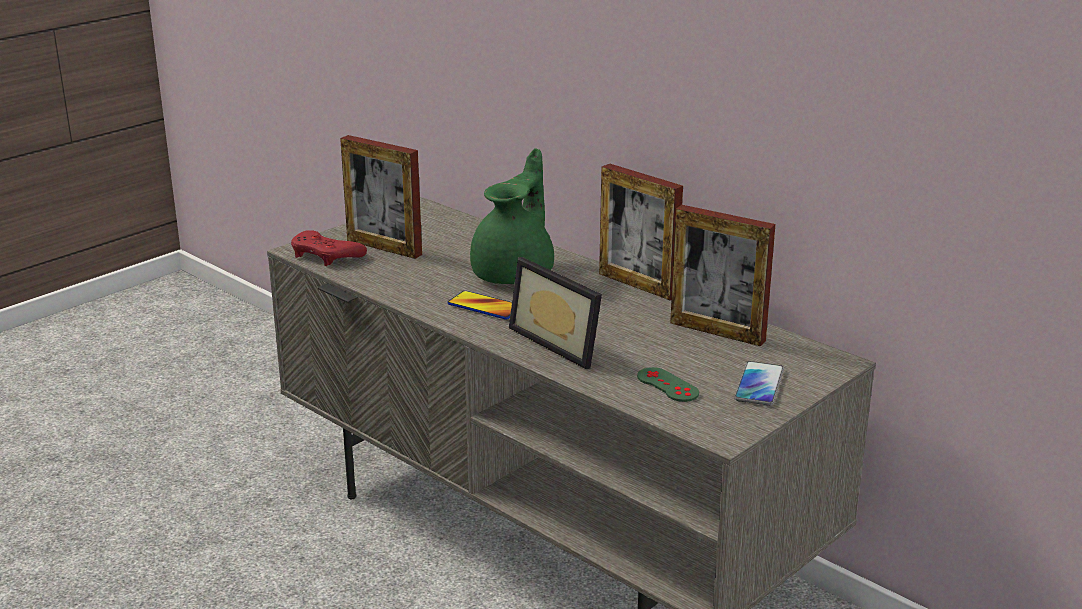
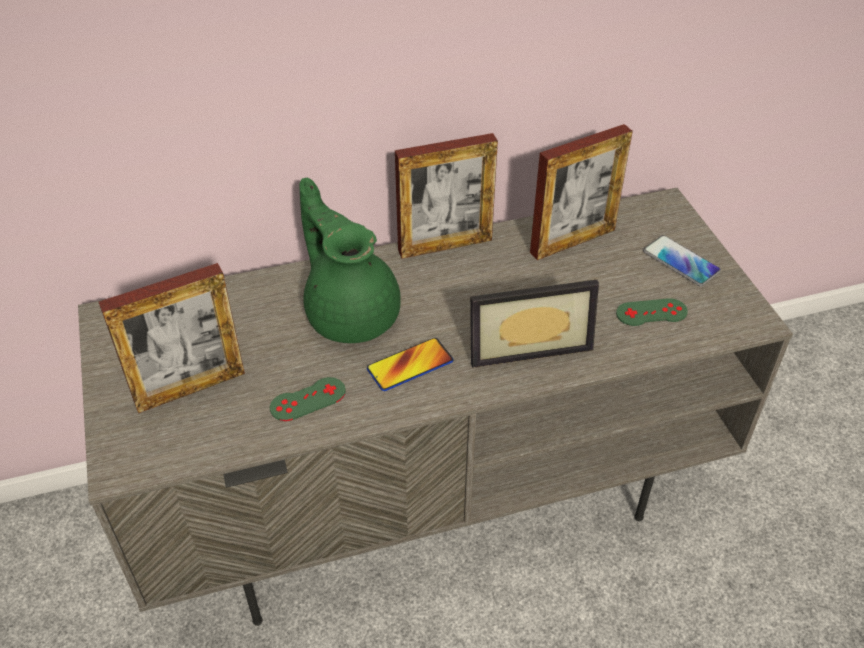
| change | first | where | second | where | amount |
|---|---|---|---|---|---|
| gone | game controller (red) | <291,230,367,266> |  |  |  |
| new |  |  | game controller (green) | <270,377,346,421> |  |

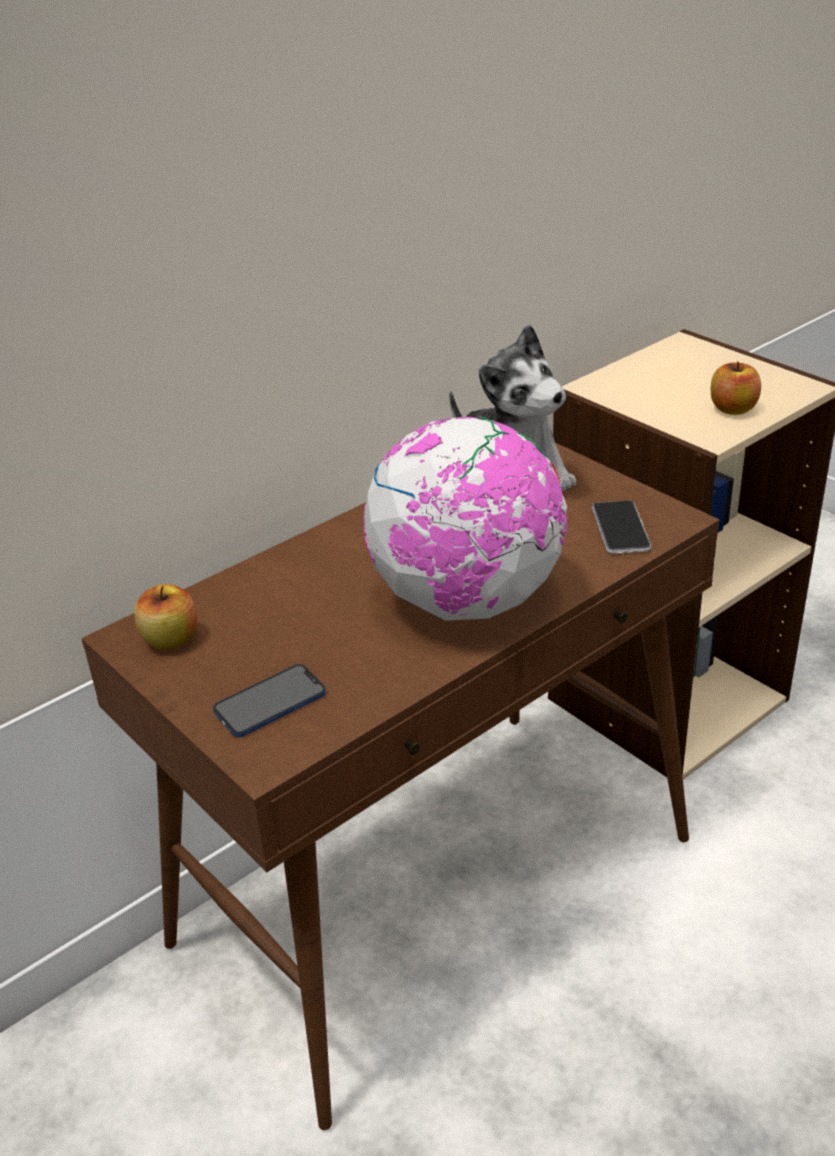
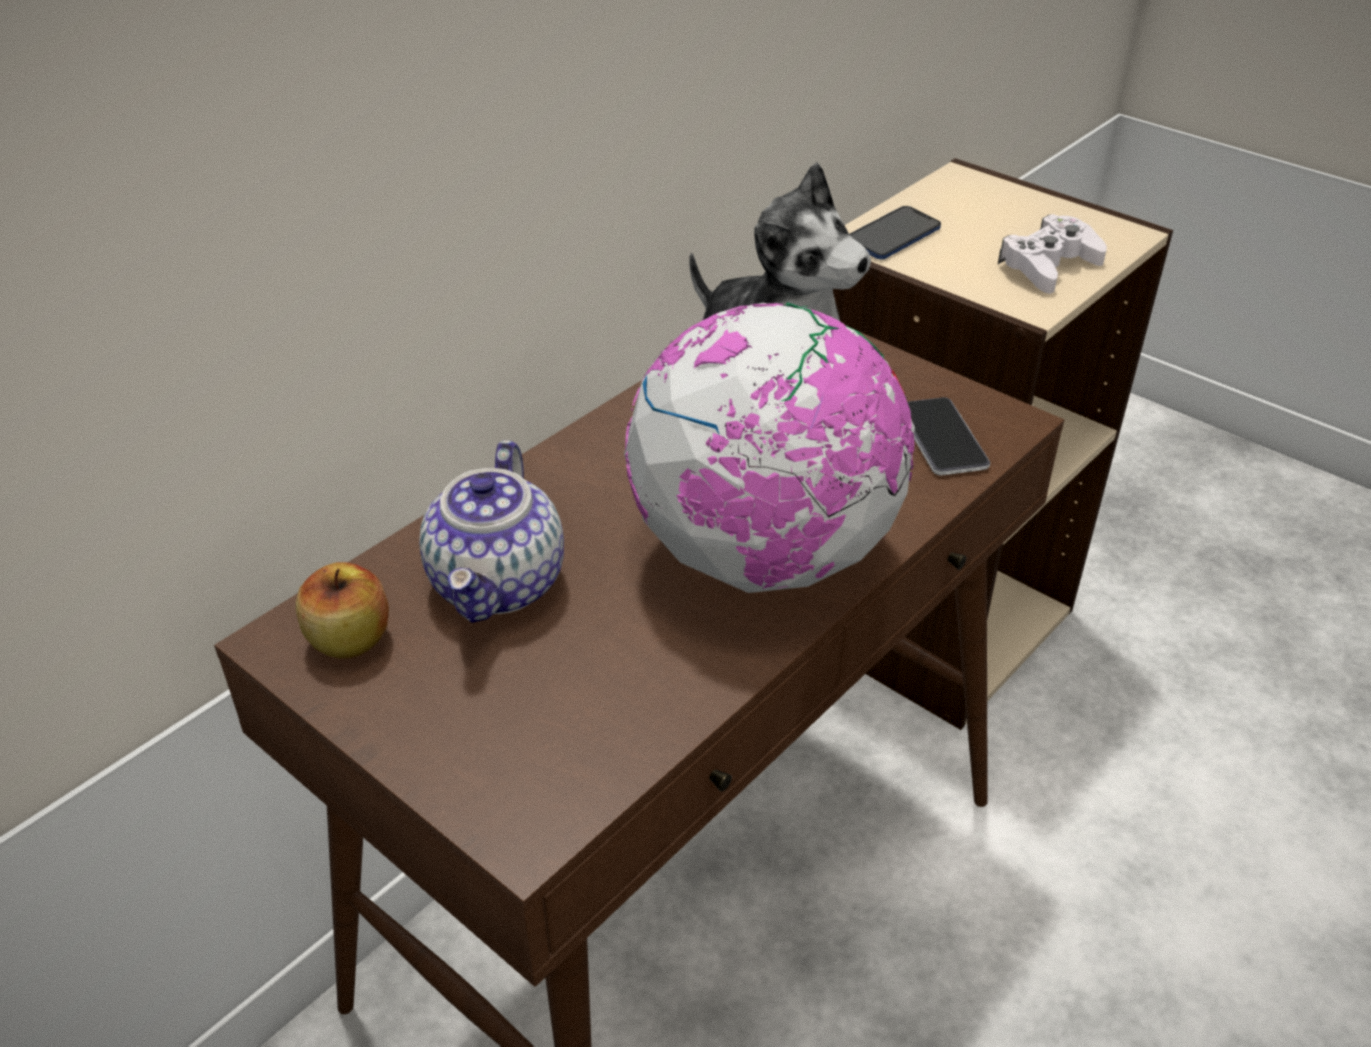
| change | first | where | second | where | amount |
|---|---|---|---|---|---|
| new |  |  | teapot | <419,440,564,623> |  |
| shifted | phone | <213,664,326,737> |  | <849,206,941,259> |  |
| swapped | apple | <711,361,761,415> | game controller (white) | <998,214,1107,294> |  |

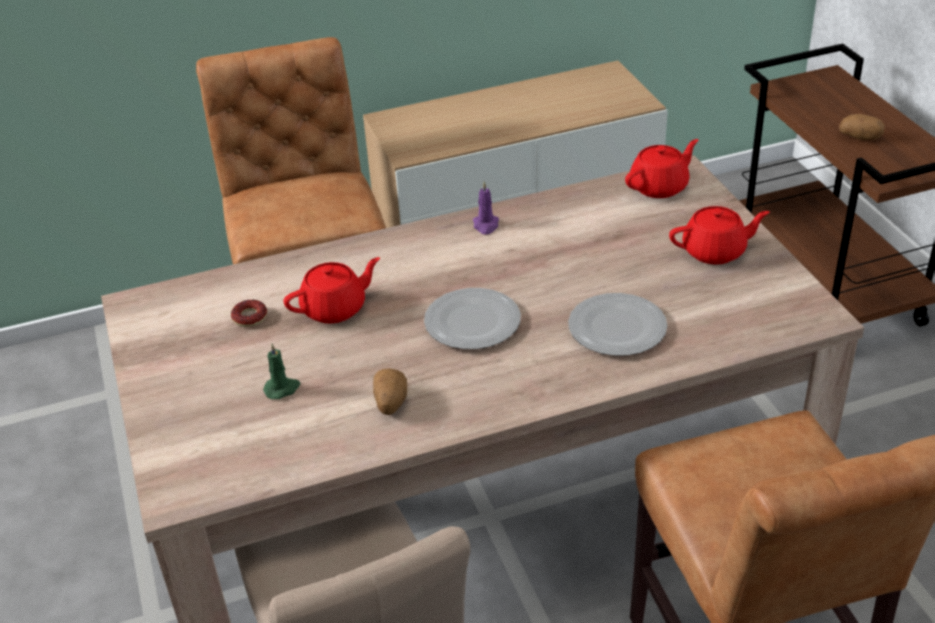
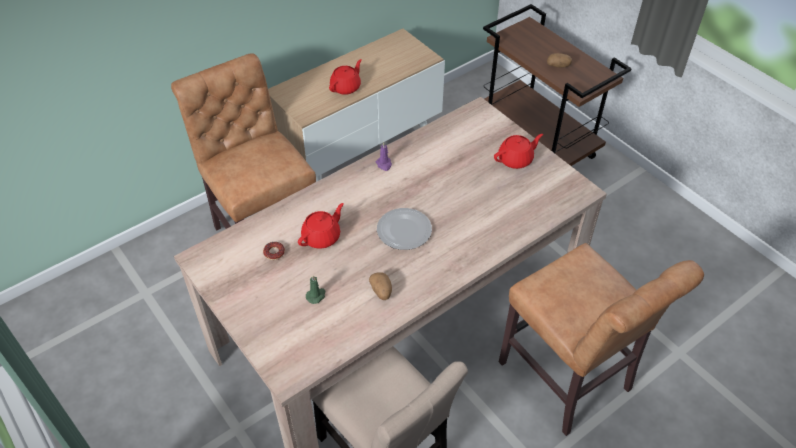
| change | first | where | second | where | amount |
|---|---|---|---|---|---|
| gone | plate | <568,293,667,356> |  |  |  |
| shifted | teapot (red) | <625,139,698,198> |  | <329,59,362,95> |  |

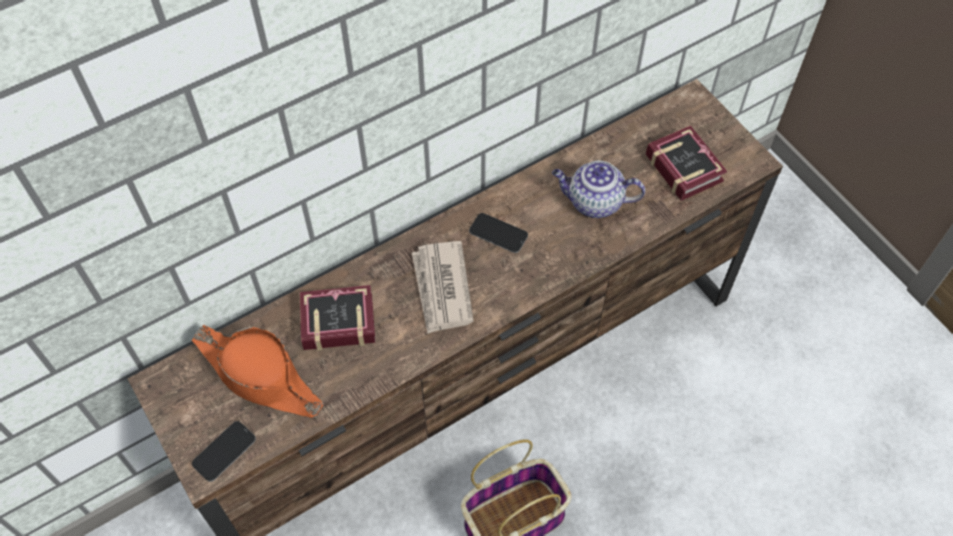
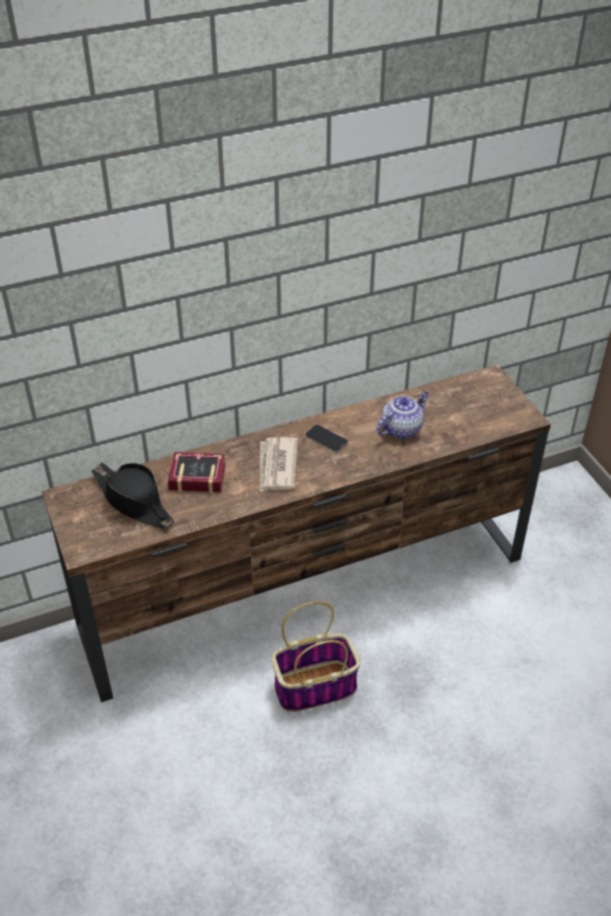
| change | first | where | second | where | amount |
|---|---|---|---|---|---|
| gone | phone | <192,421,256,482> |  |  |  |
| gone | book | <646,125,727,201> |  |  |  |
| repainted | hat (orange) | <192,325,324,418> | hat (black) | <92,463,174,529> |  |
| rotated | teapot | <552,161,645,218> |  | <376,392,429,439> | 120 degrees clockwise |

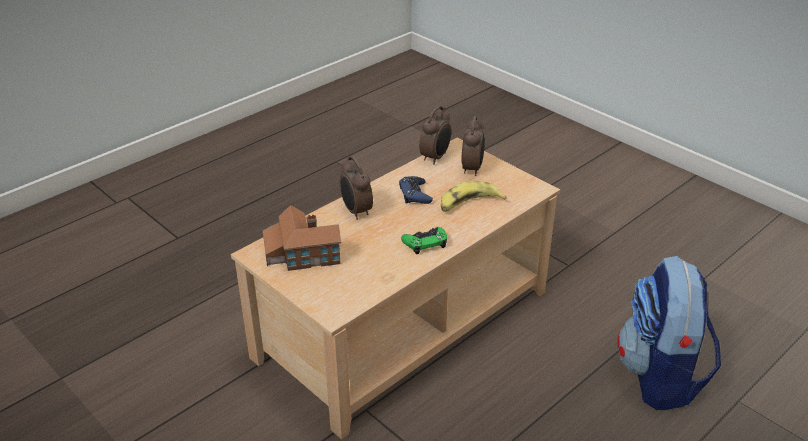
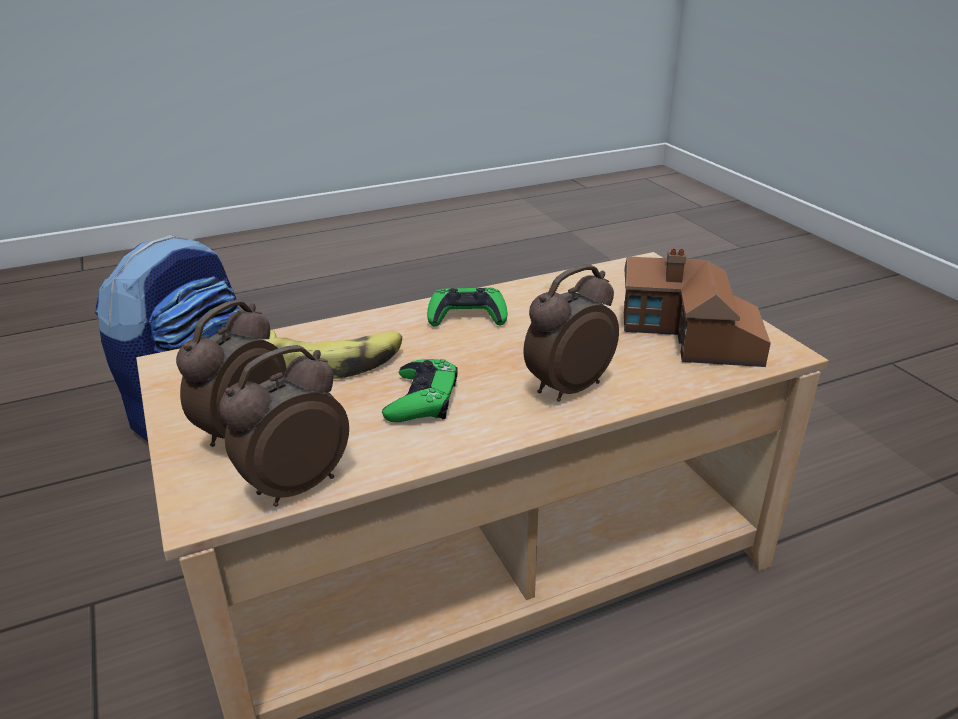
| change | first | where | second | where | amount |
|---|---|---|---|---|---|
| repainted | game controller (blue) | <399,176,433,204> | game controller (green) | <382,359,458,422> |  |
| rotated | alarm clock | <340,156,373,220> |  | <524,265,619,402> | 120 degrees counterclockwise |

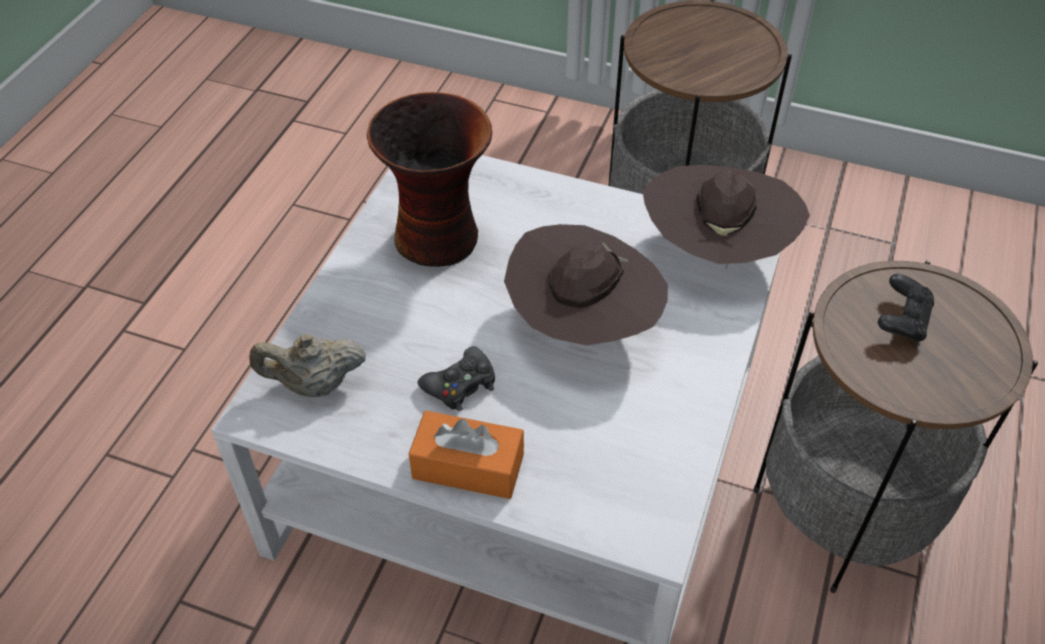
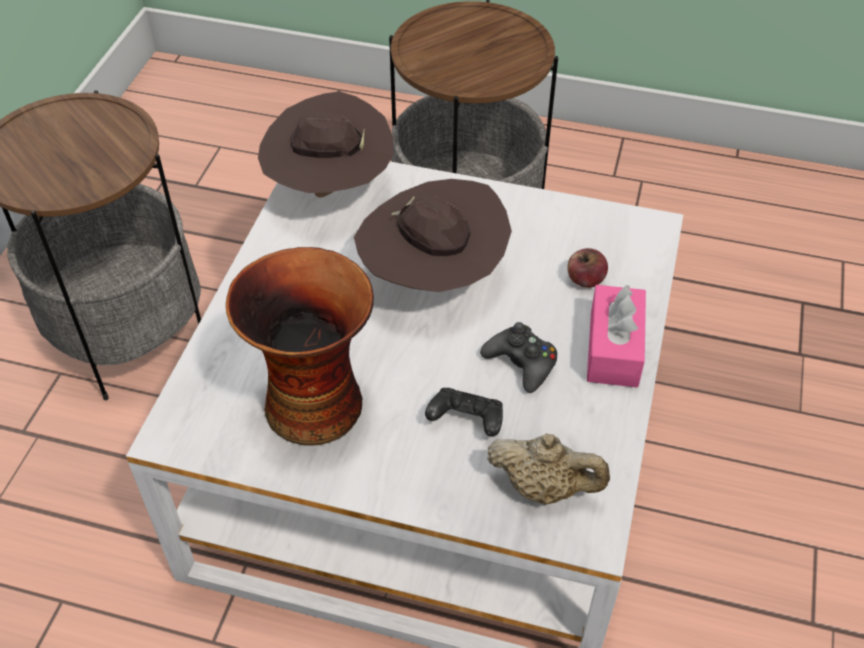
| change | first | where | second | where | amount |
|---|---|---|---|---|---|
| new |  |  | apple | <567,248,608,288> |  |
| shifted | game controller (black) | <878,274,934,343> |  | <425,388,503,437> |  |
| repainted | tissue box (orange) | <409,411,524,499> | tissue box (pink) | <587,285,646,387> |  |
| rotated | teapot (beige) | <249,334,366,397> |  | <487,434,610,505> | 60 degrees counterclockwise |

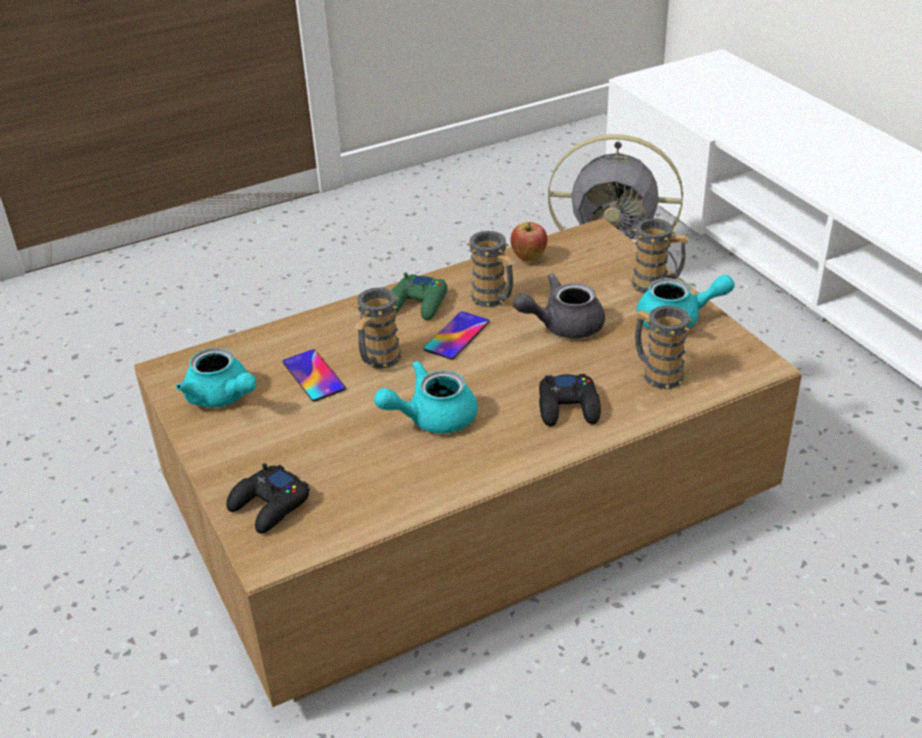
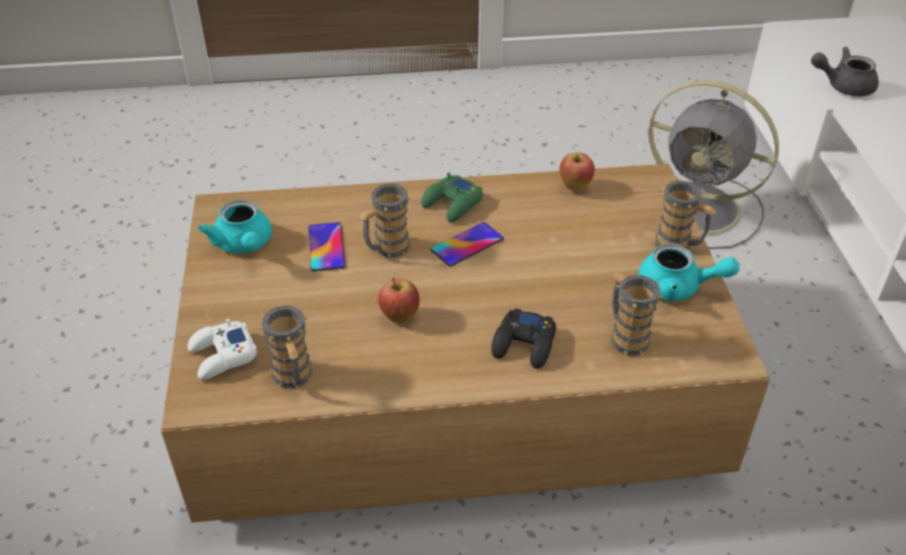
| change | first | where | second | where | amount |
|---|---|---|---|---|---|
| shifted | mug | <467,231,515,307> |  | <260,306,314,388> |  |
| shifted | teapot (grey) | <513,273,605,338> |  | <811,47,879,96> |  |
| swapped | teapot (turquoise) | <374,360,478,434> | apple | <378,277,420,323> |  |
| repainted | game controller (black) | <226,464,310,534> | game controller (white) | <187,318,258,380> |  |

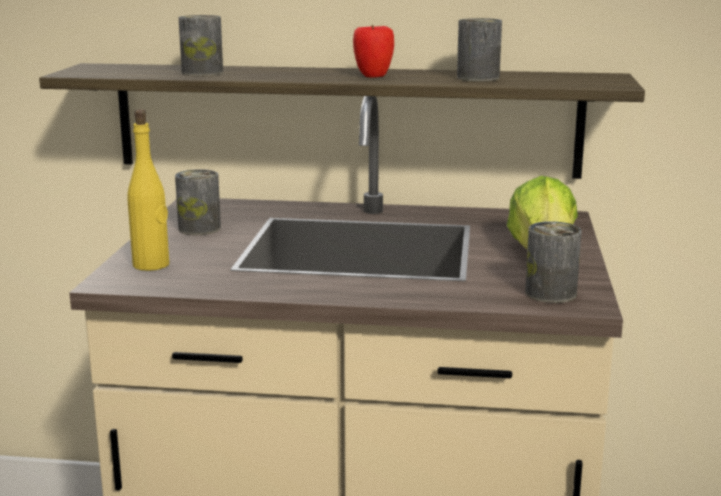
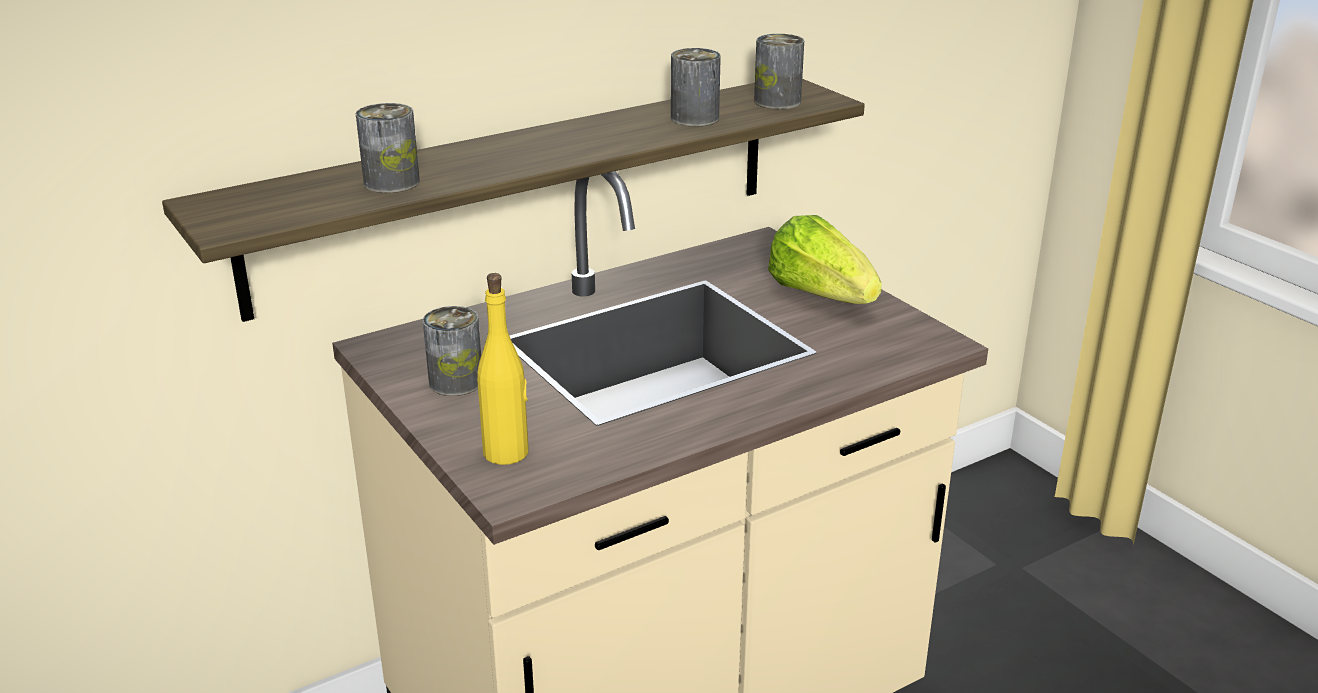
| change | first | where | second | where | amount |
|---|---|---|---|---|---|
| gone | apple | <353,25,394,78> |  |  |  |
| shifted | can | <525,221,582,303> |  | <754,34,804,109> |  |

